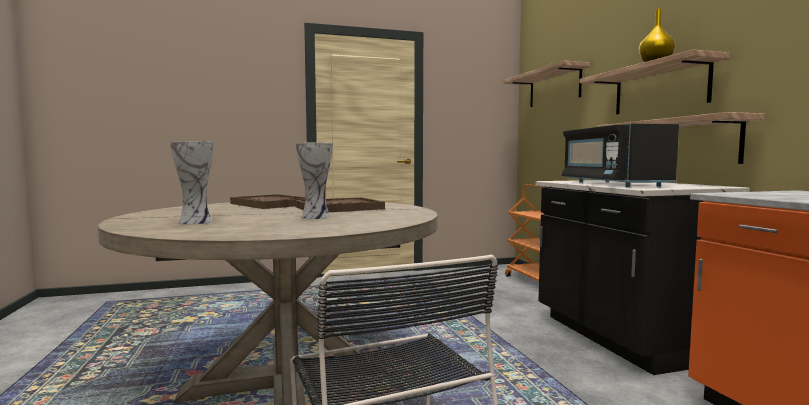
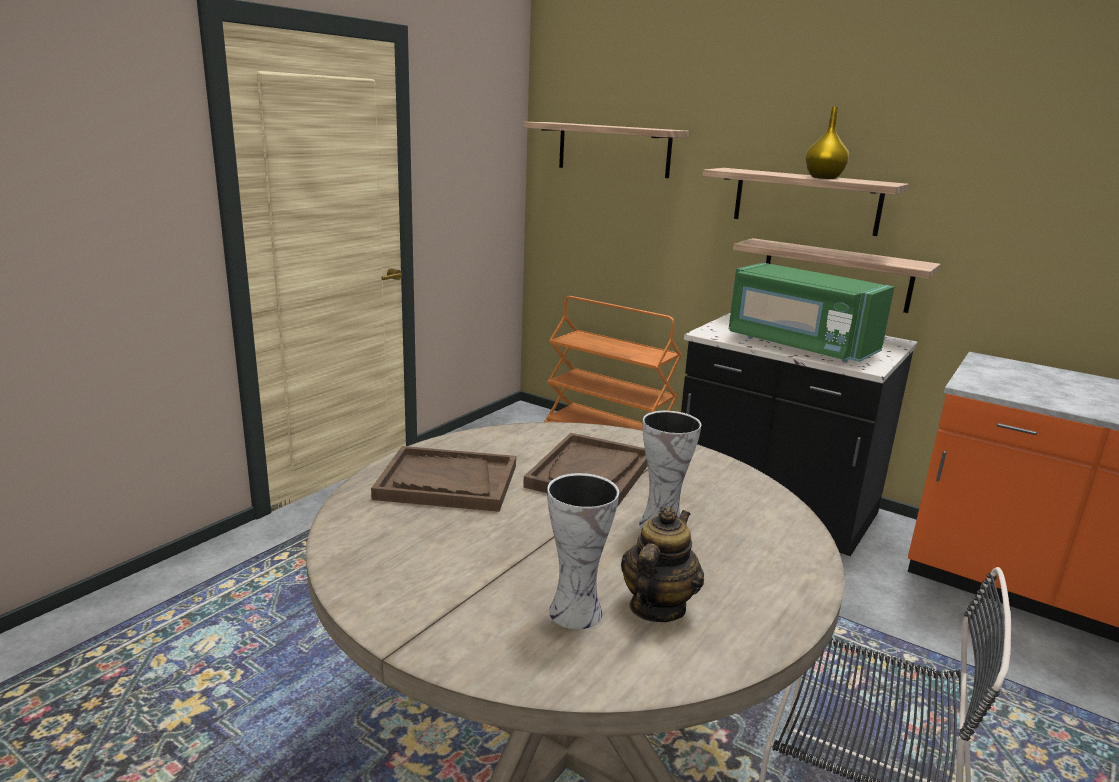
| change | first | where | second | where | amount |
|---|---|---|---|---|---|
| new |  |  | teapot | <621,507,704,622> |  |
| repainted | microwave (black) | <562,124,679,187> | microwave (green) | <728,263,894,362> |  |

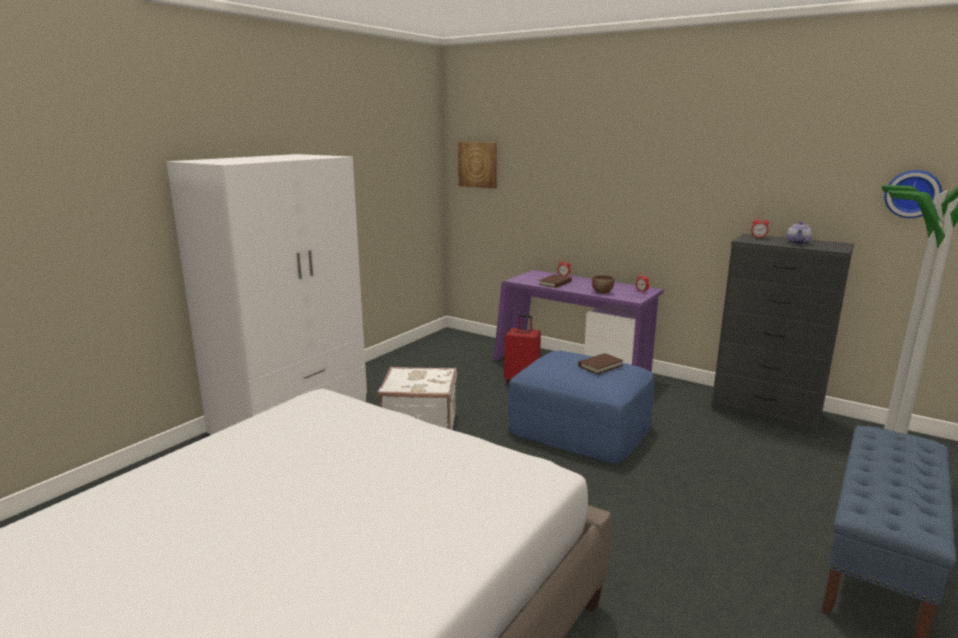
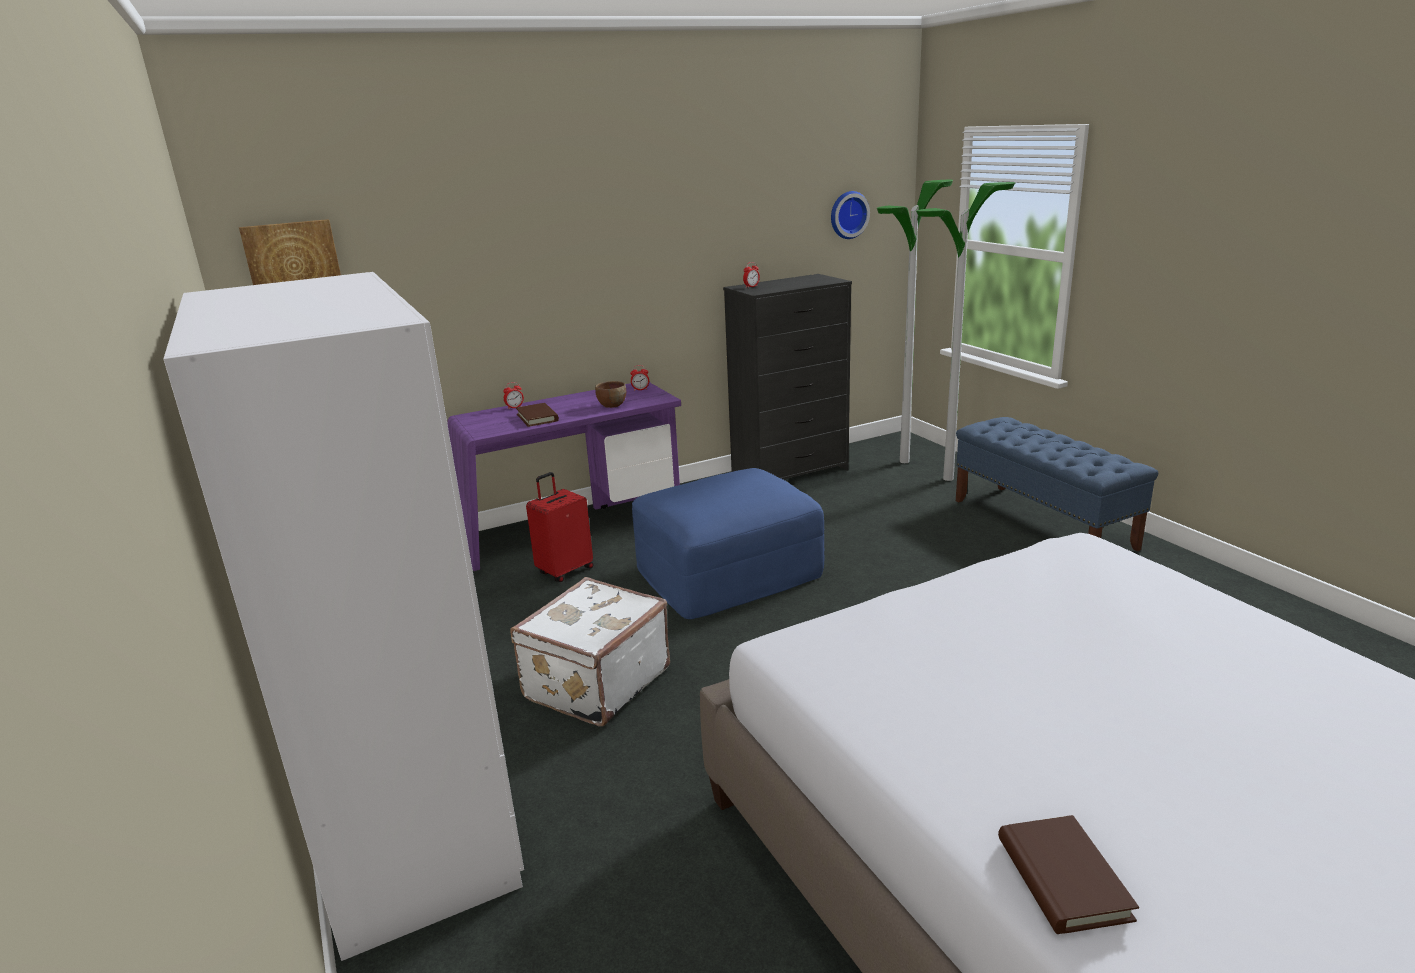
| change | first | where | second | where | amount |
|---|---|---|---|---|---|
| gone | teapot | <787,221,812,245> |  |  |  |
| shifted | book (brown) | <578,353,624,374> |  | <998,815,1139,934> |  |

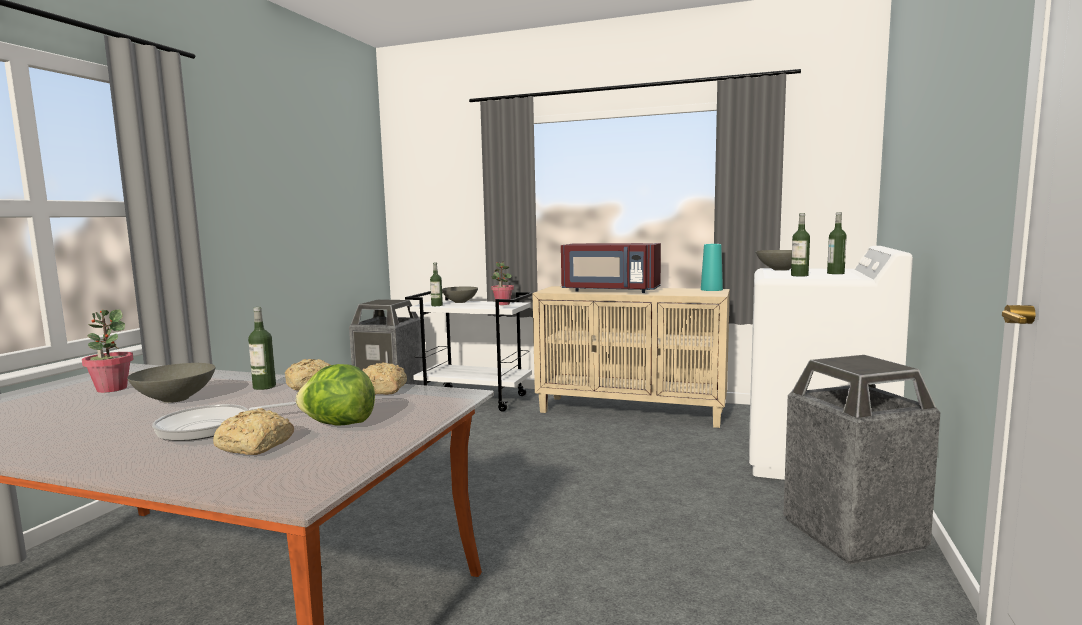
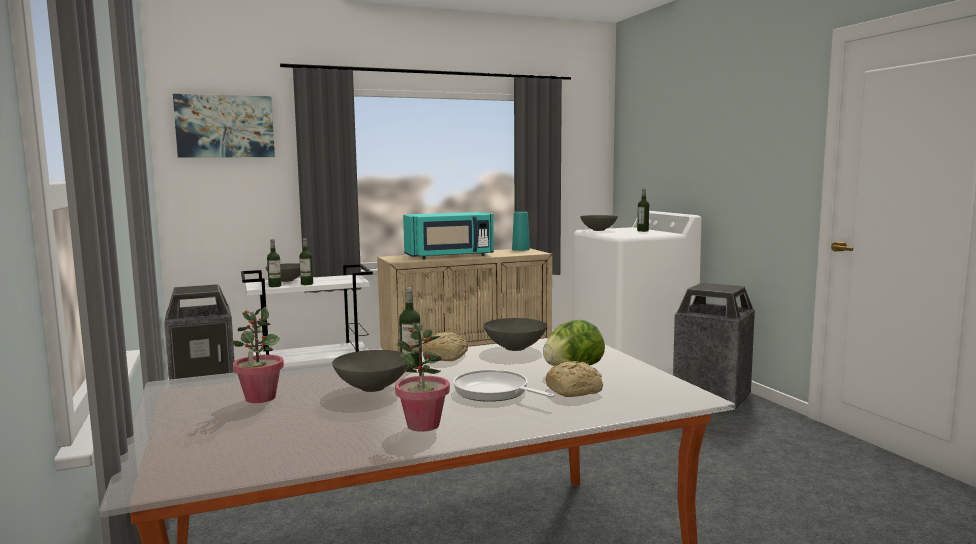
| change | first | where | second | where | amount |
|---|---|---|---|---|---|
| new |  |  | picture | <173,94,275,158> |  |
| shifted | potted plant | <491,261,514,305> |  | <395,323,450,432> |  |
| shifted | bottle | <791,213,810,276> |  | <299,238,313,285> |  |
| swapped | bread | <362,362,407,395> | bowl (grey) | <484,318,547,351> |  |
| repainted | microwave (red) | <561,243,661,293> | microwave (turquoise) | <403,212,494,259> |  |
| rotated | frying pan | <152,402,296,441> |  | <453,370,554,402> | 105 degrees clockwise |

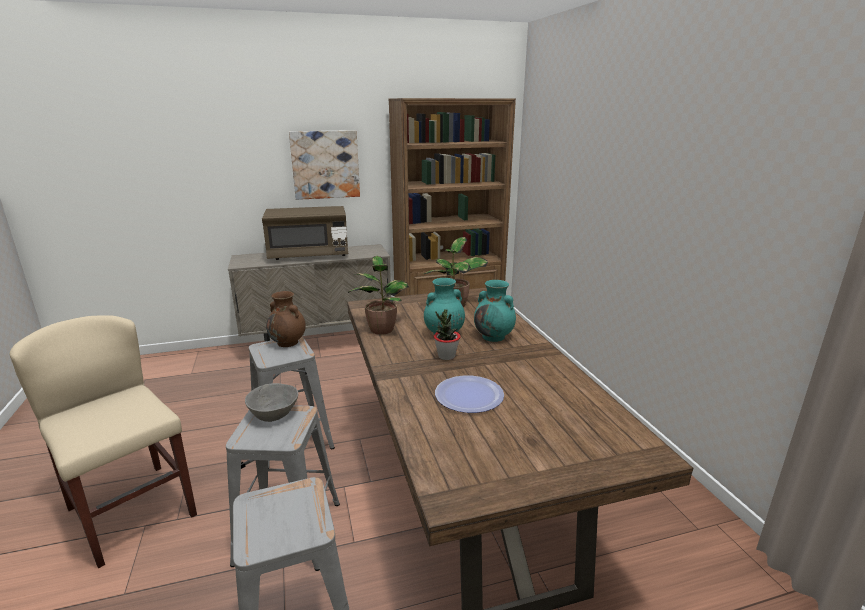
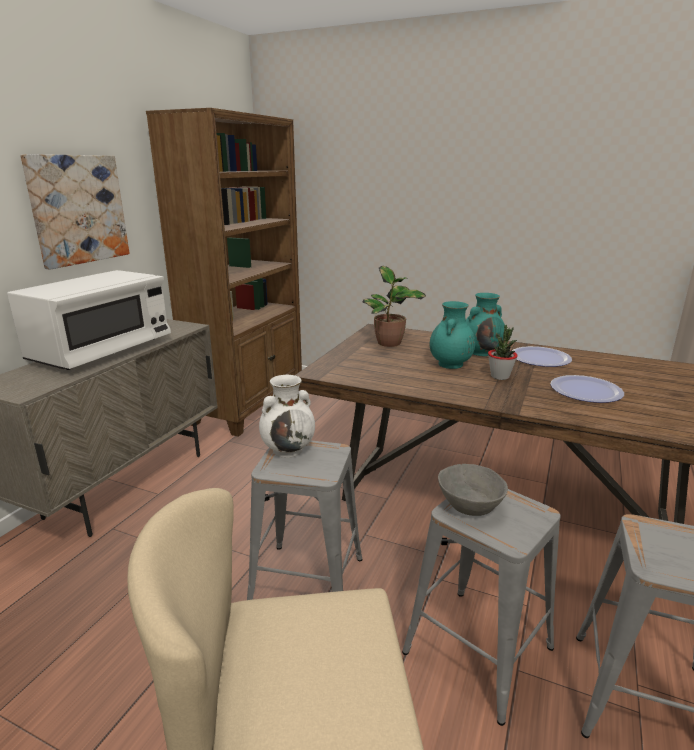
| change | first | where | second | where | amount |
|---|---|---|---|---|---|
| gone | potted plant | <348,256,409,335> |  |  |  |
| new |  |  | plate | <512,346,572,367> |  |
| repainted | microwave (brown) | <262,206,348,260> | microwave (white) | <7,270,171,370> |  |
| repainted | vase (brown) | <266,291,306,347> | vase (white) | <259,375,315,458> |  |

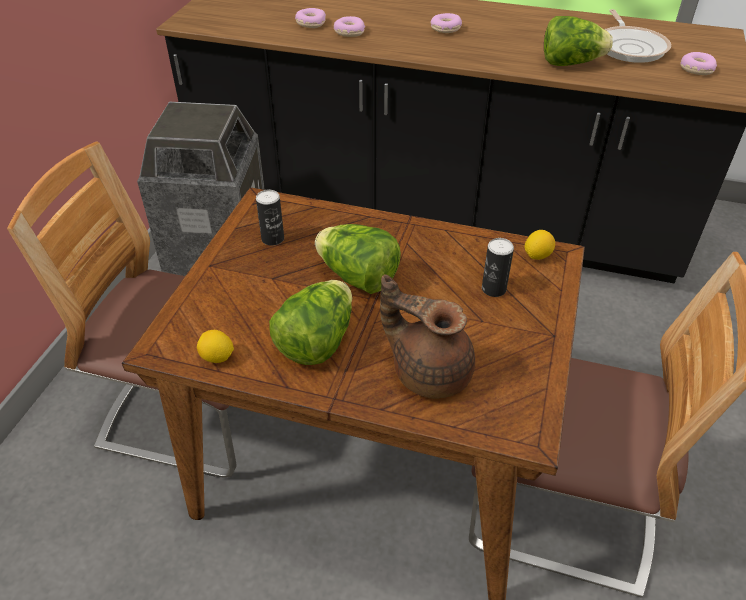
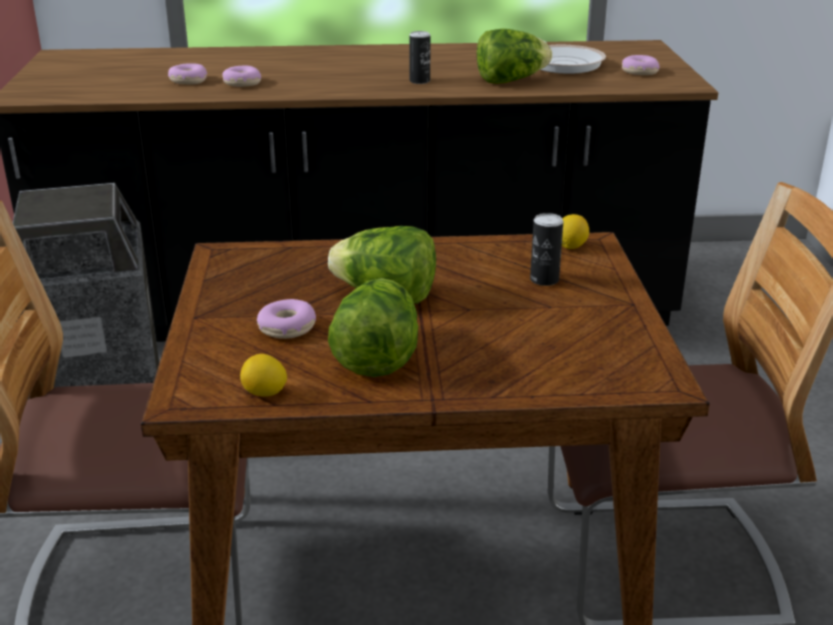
| change | first | where | second | where | amount |
|---|---|---|---|---|---|
| gone | teapot (brown) | <380,274,475,398> |  |  |  |
| shifted | can | <256,190,284,246> |  | <409,31,431,84> |  |
| shifted | donut | <431,13,462,33> |  | <257,299,316,339> |  |

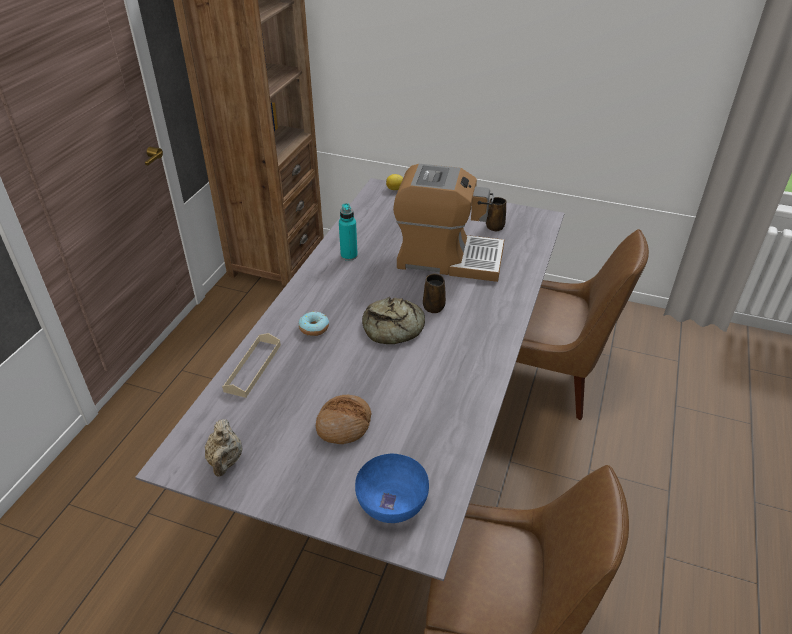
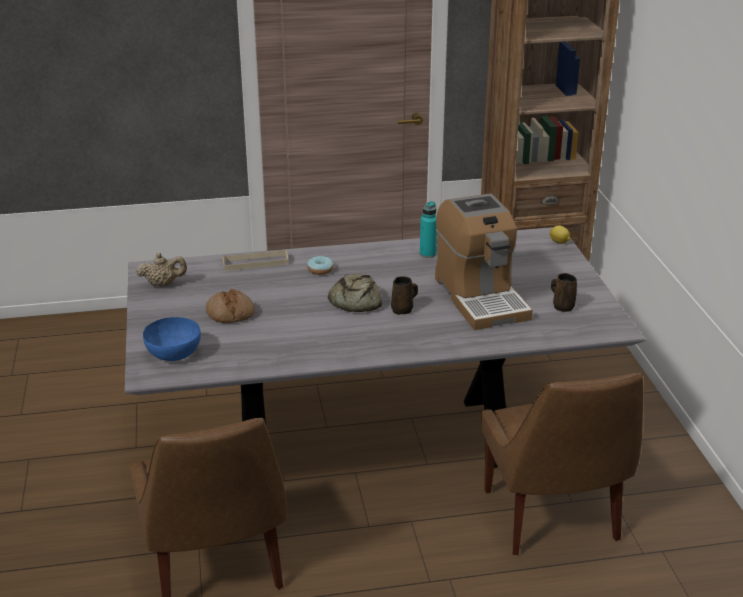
| change | first | where | second | where | amount |
|---|---|---|---|---|---|
| rotated | teapot (beige) | <205,419,243,476> |  | <136,253,187,287> | 150 degrees counterclockwise |

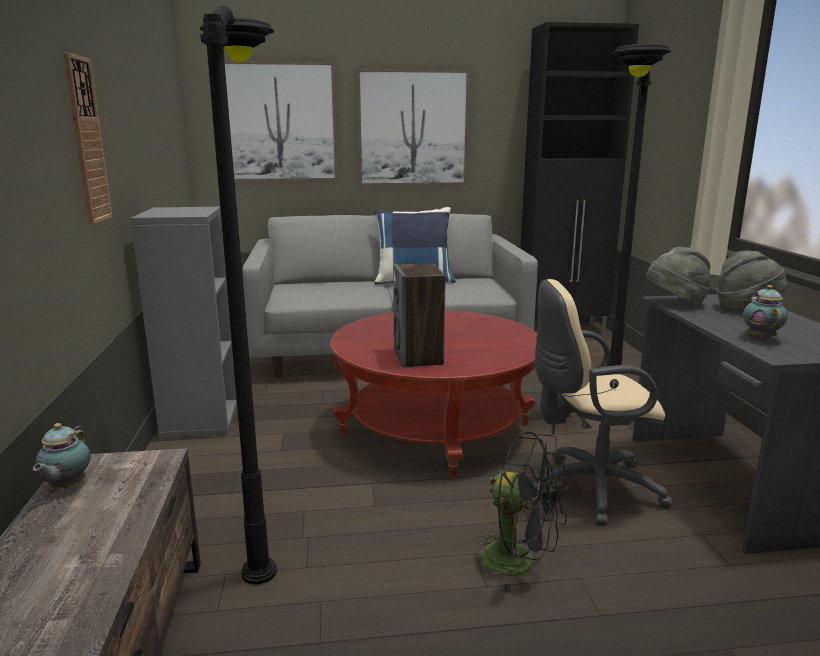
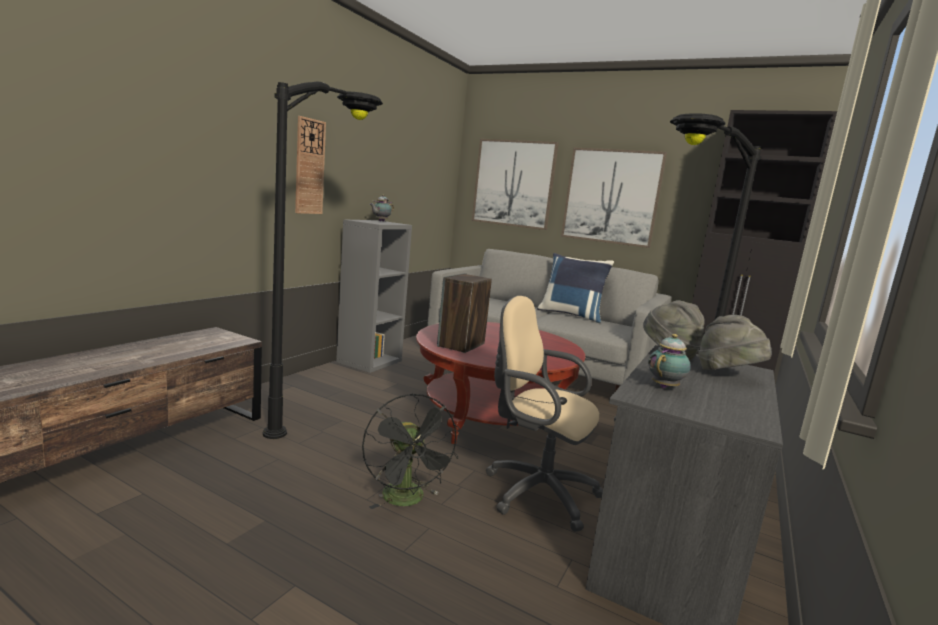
| change | first | where | second | where | amount |
|---|---|---|---|---|---|
| shifted | teapot | <33,423,91,489> |  | <370,195,394,221> |  |

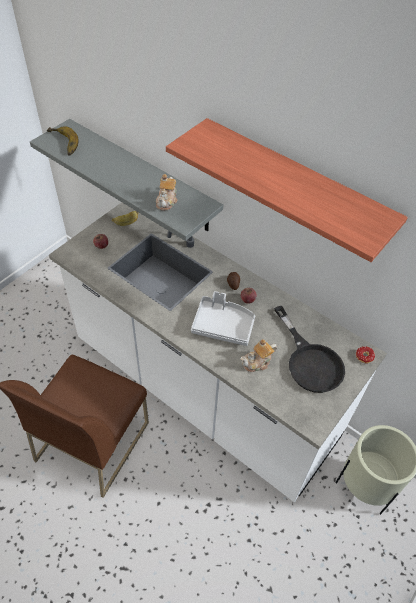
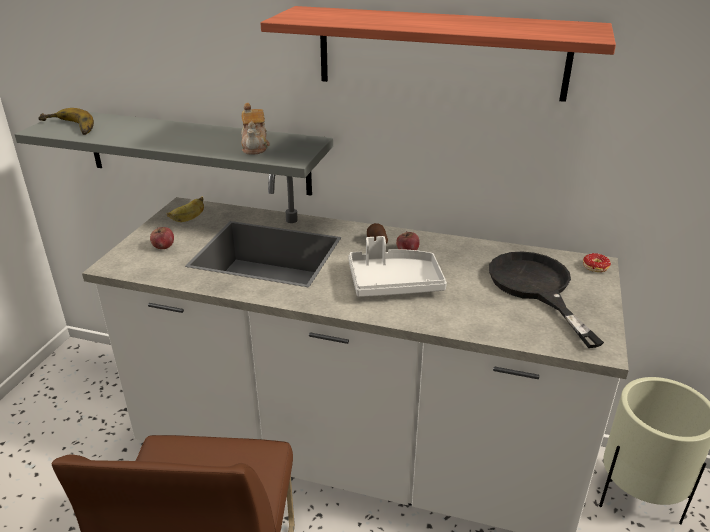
| change | first | where | second | where | amount |
|---|---|---|---|---|---|
| gone | teapot | <241,339,277,372> |  |  |  |
| rotated | frying pan (black) | <274,306,345,393> |  | <489,251,604,348> | 150 degrees counterclockwise |

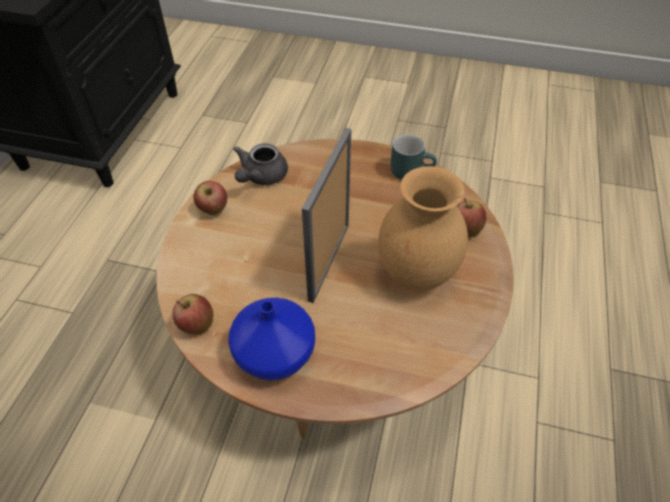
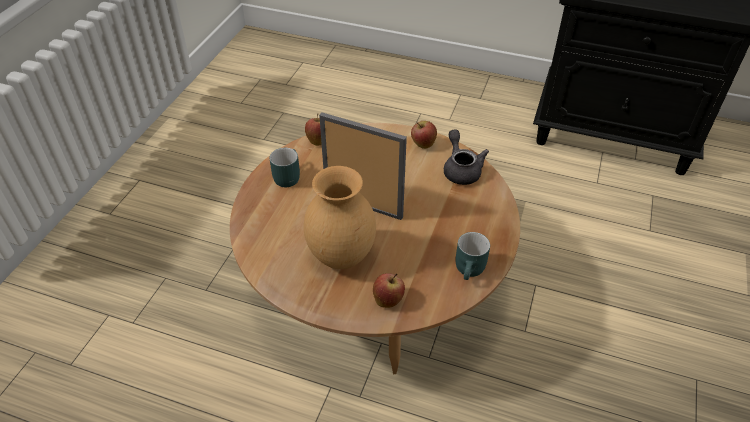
| change | first | where | second | where | amount |
|---|---|---|---|---|---|
| swapped | vase (blue) | <228,298,315,381> | mug (turquoise) | <269,148,300,187> |  |
| rotated | teapot (grey) | <233,143,288,185> |  | <444,129,489,185> | 45 degrees clockwise |

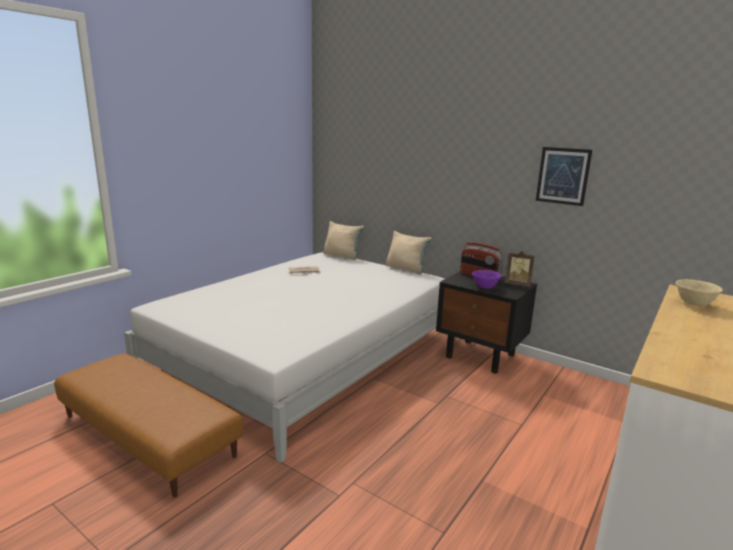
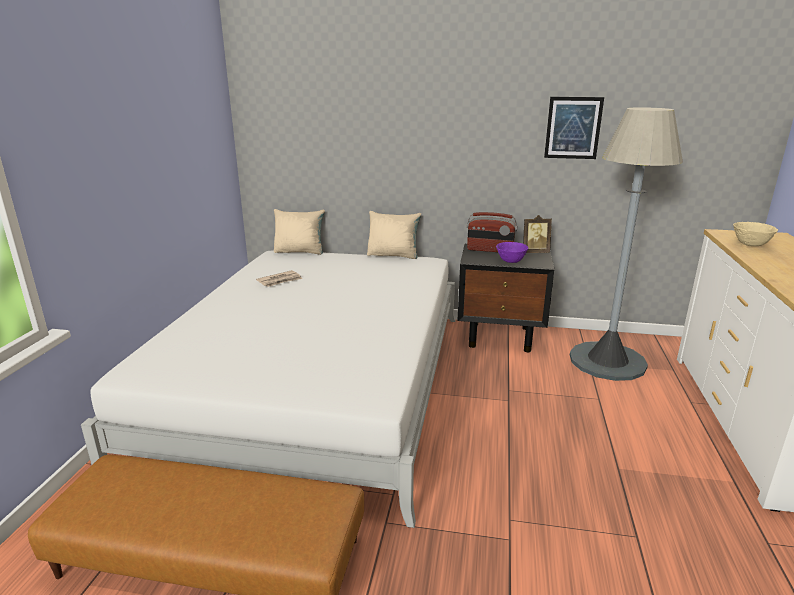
| change | first | where | second | where | amount |
|---|---|---|---|---|---|
| new |  |  | floor lamp (grey) | <570,107,683,381> |  |

